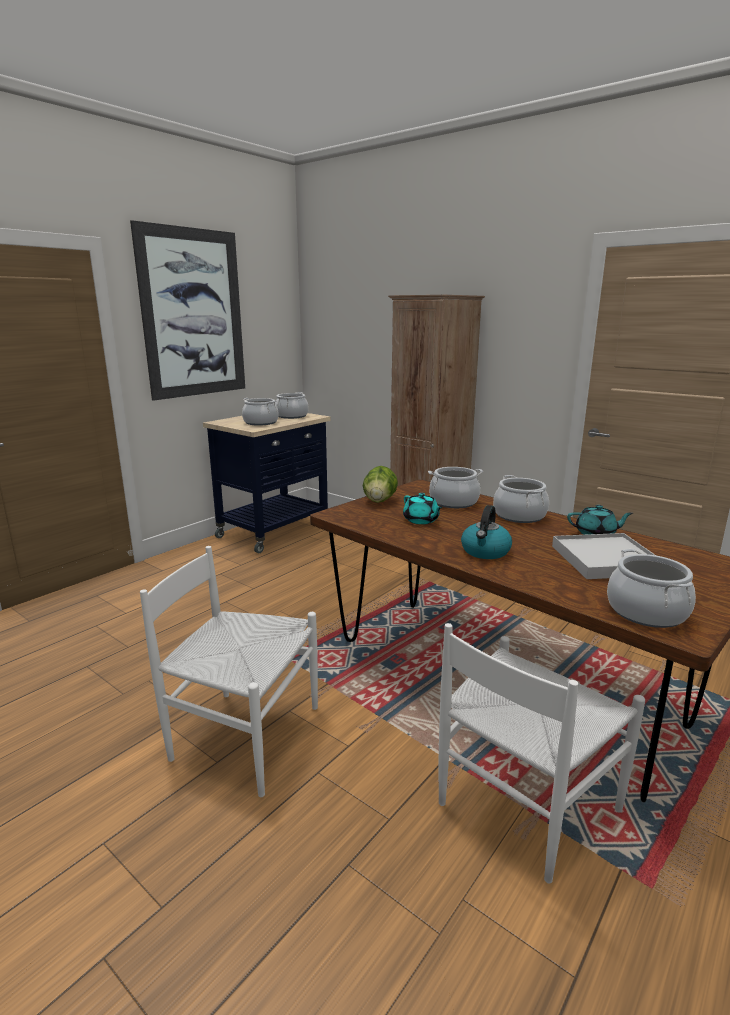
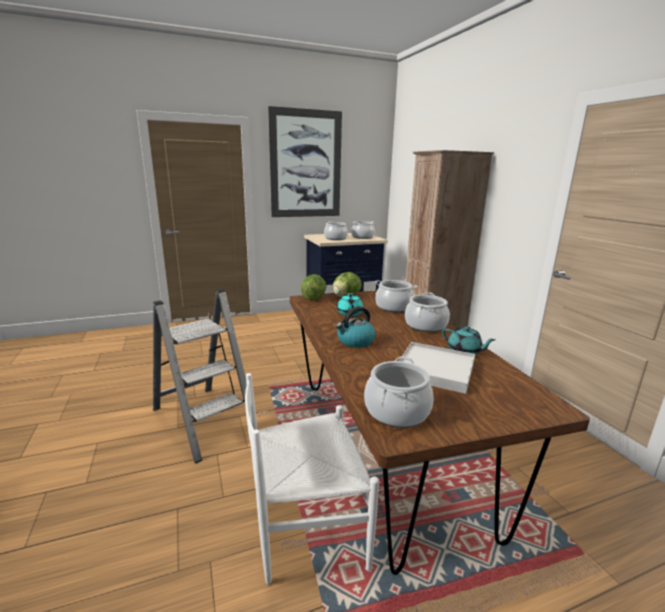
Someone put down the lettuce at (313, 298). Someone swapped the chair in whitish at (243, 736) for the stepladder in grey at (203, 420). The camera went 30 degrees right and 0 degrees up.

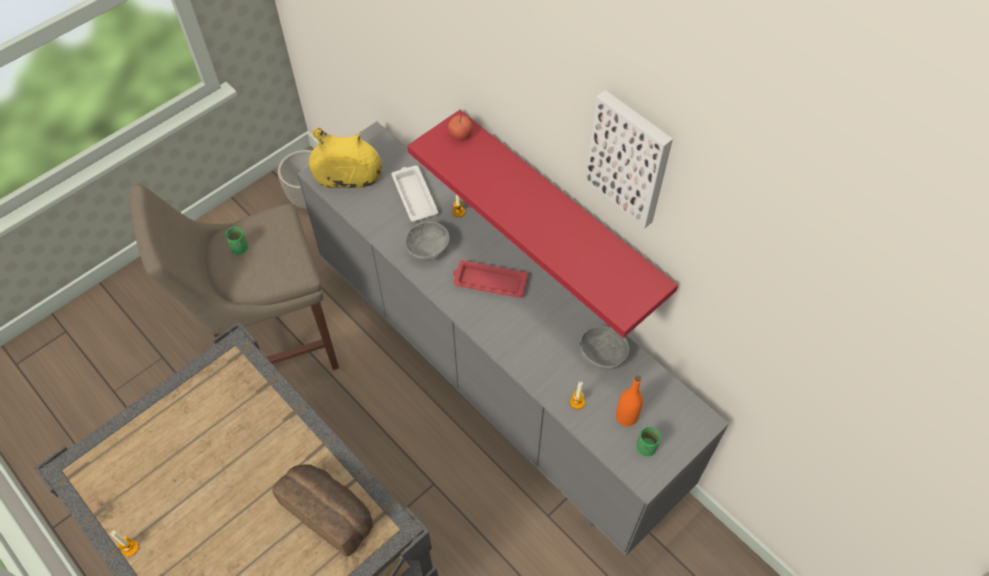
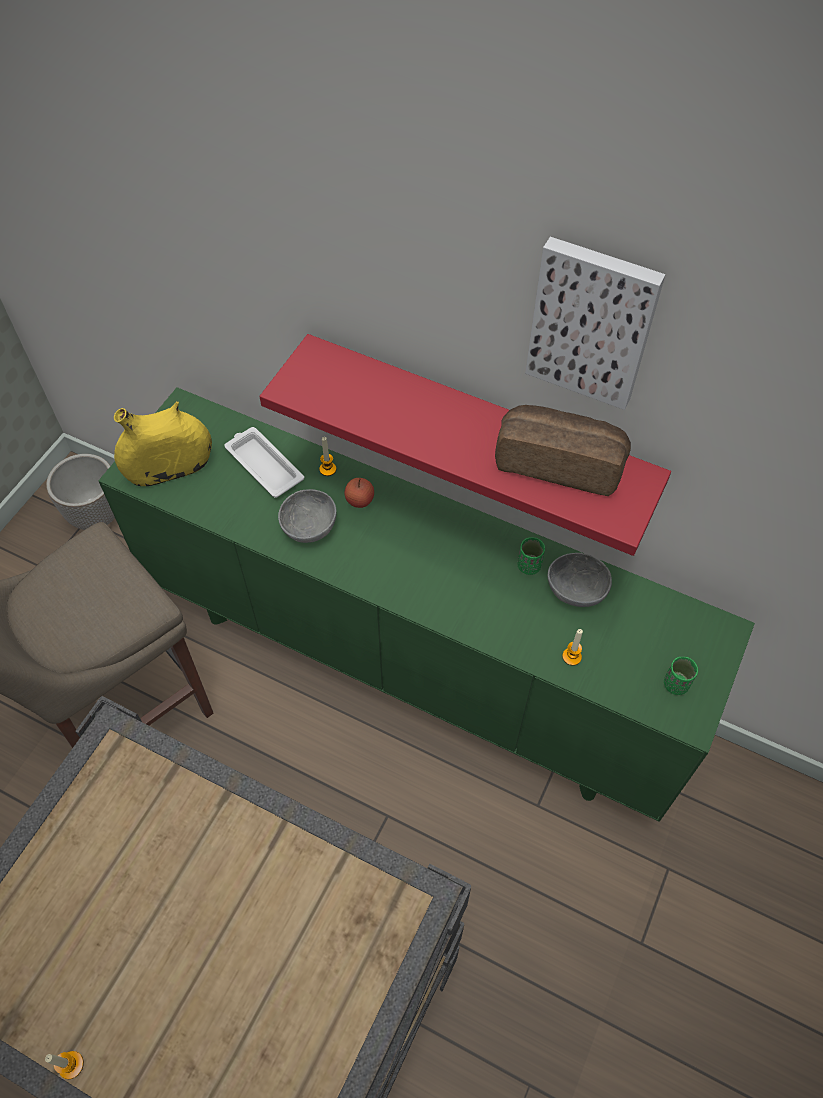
Someone took away the serving tray in red-coloured at (489, 281). Someone took away the drink bottle in orangey at (626, 417). Someone carried the cup in green-coloured from (240, 248) to (529, 566). Someone carried the bread from (330, 512) to (559, 461). Someone carried the apple from (460, 135) to (360, 500). Someone repainted the storage cabinet in grey at (496, 381), which became the storage cabinet in green-coloured at (413, 666). The camera went 20 degrees left and 0 degrees up.

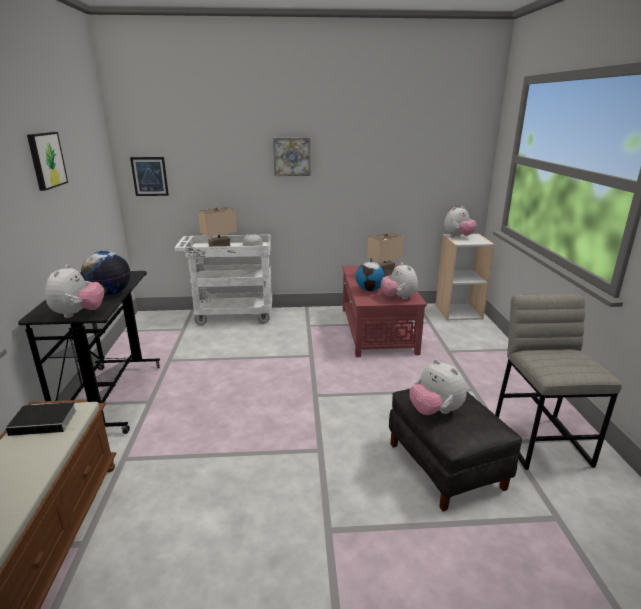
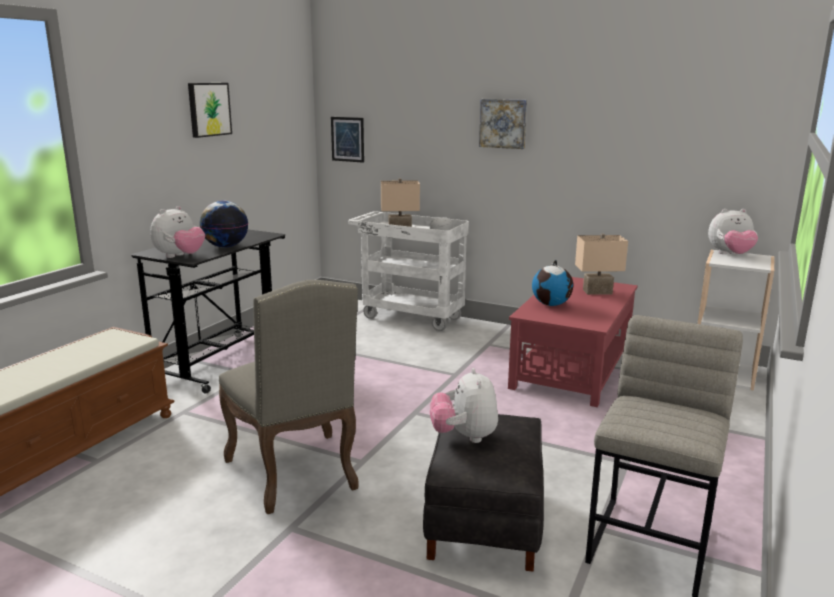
Someone took away the book at (46, 422). Someone took away the cuddly toy at (398, 298). Someone put down the chair in grey at (295, 474). The camera went 30 degrees right and 5 degrees down.

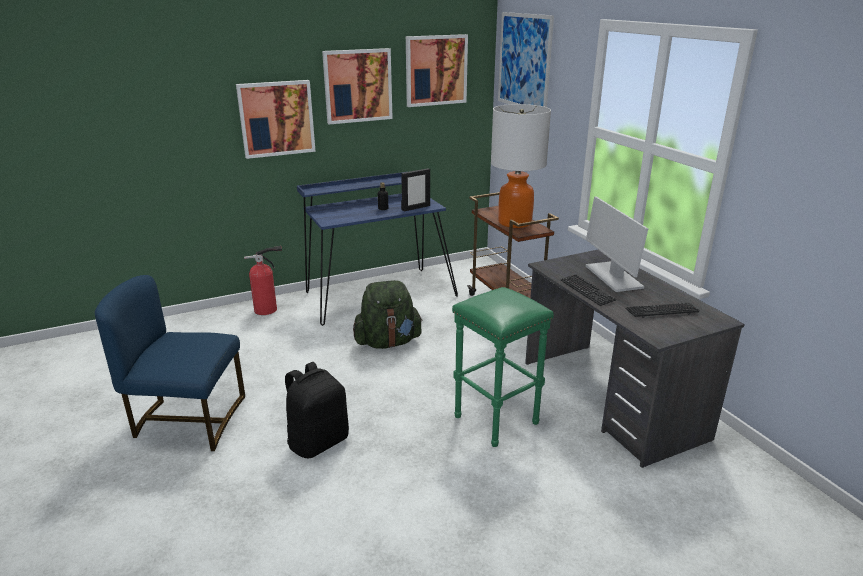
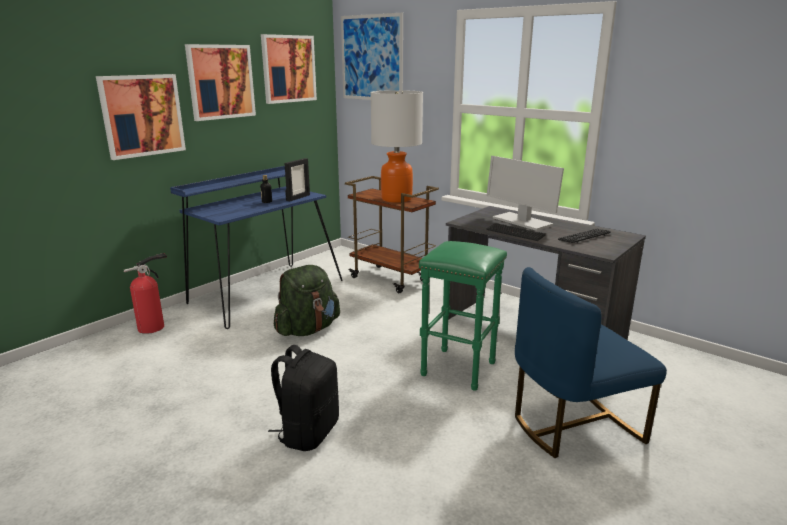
Someone carried the chair in bluish from (188, 420) to (573, 425). The camera went 25 degrees left and 5 degrees down.

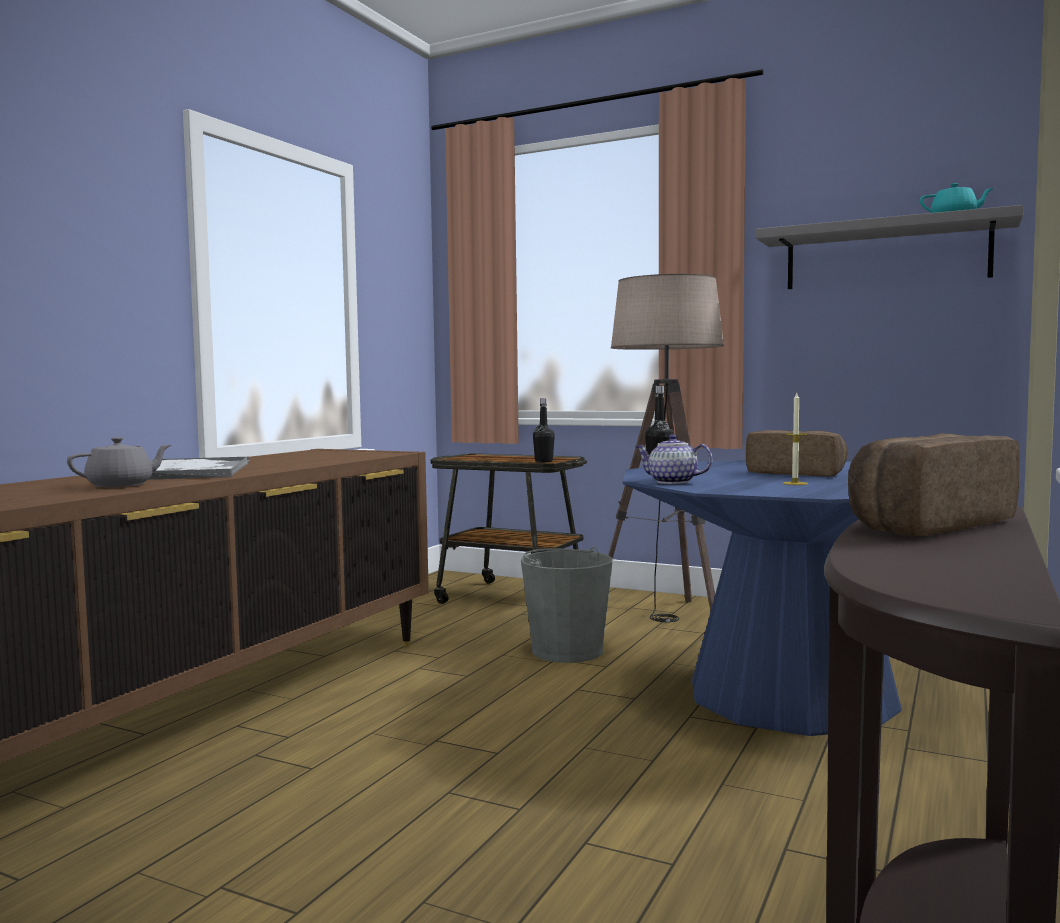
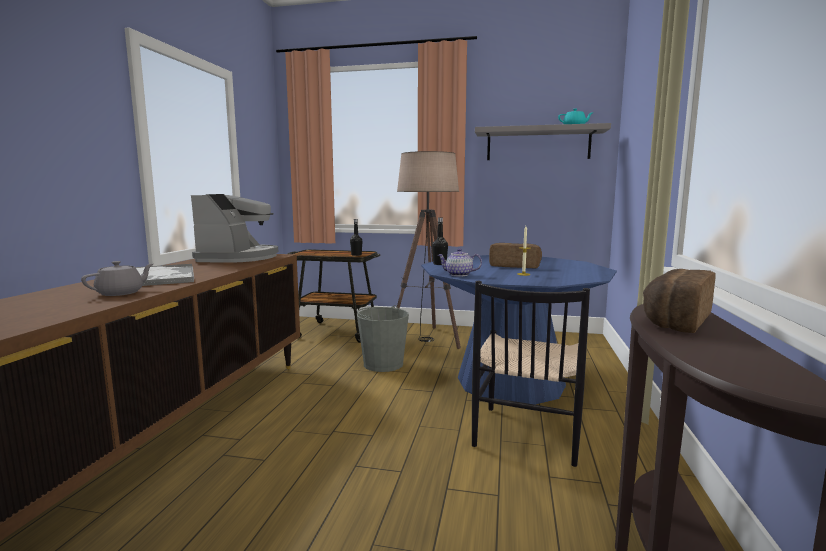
Someone put down the coffee maker at (239, 257). Someone put down the chair in black-coloured at (526, 437). The camera went 15 degrees left and 5 degrees up.

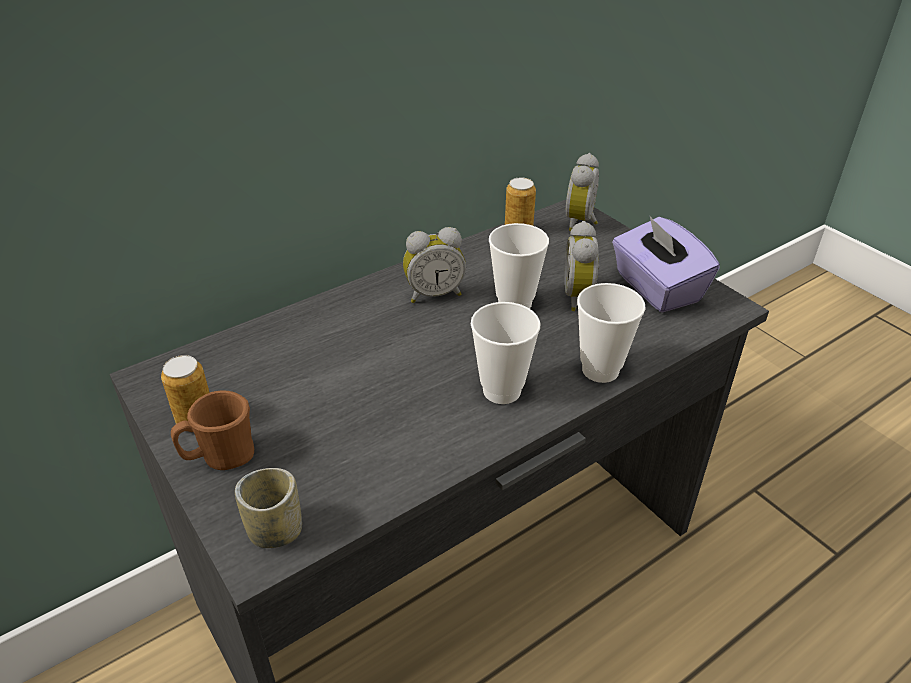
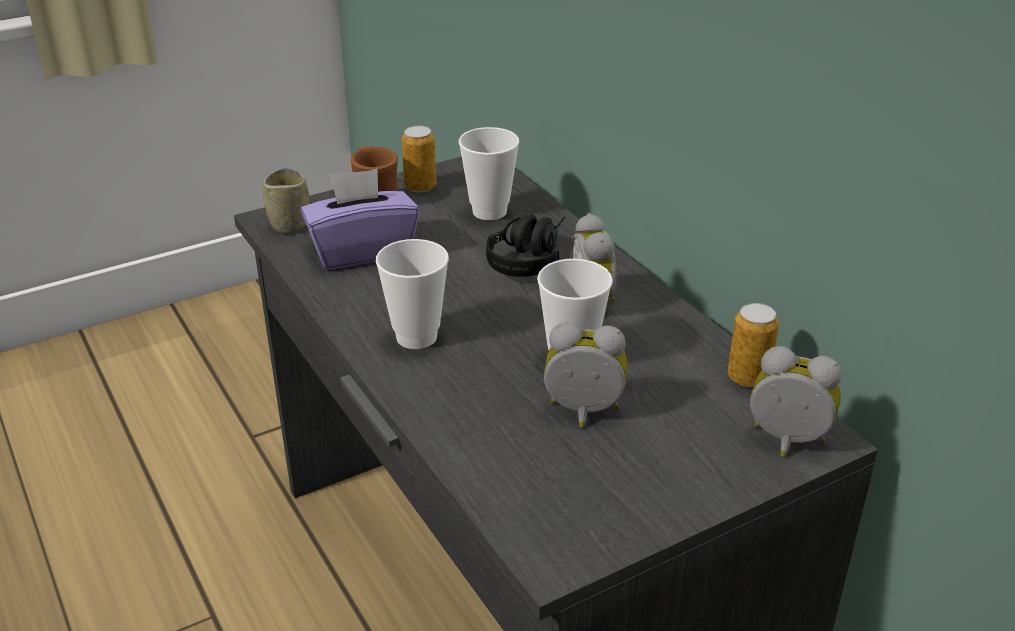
Someone put down the headphones in black-coloured at (529, 256). Someone carried the cup from (600, 370) to (489, 211). Someone carried the tissue box in purple from (656, 288) to (362, 251). The camera went 95 degrees right and 5 degrees down.

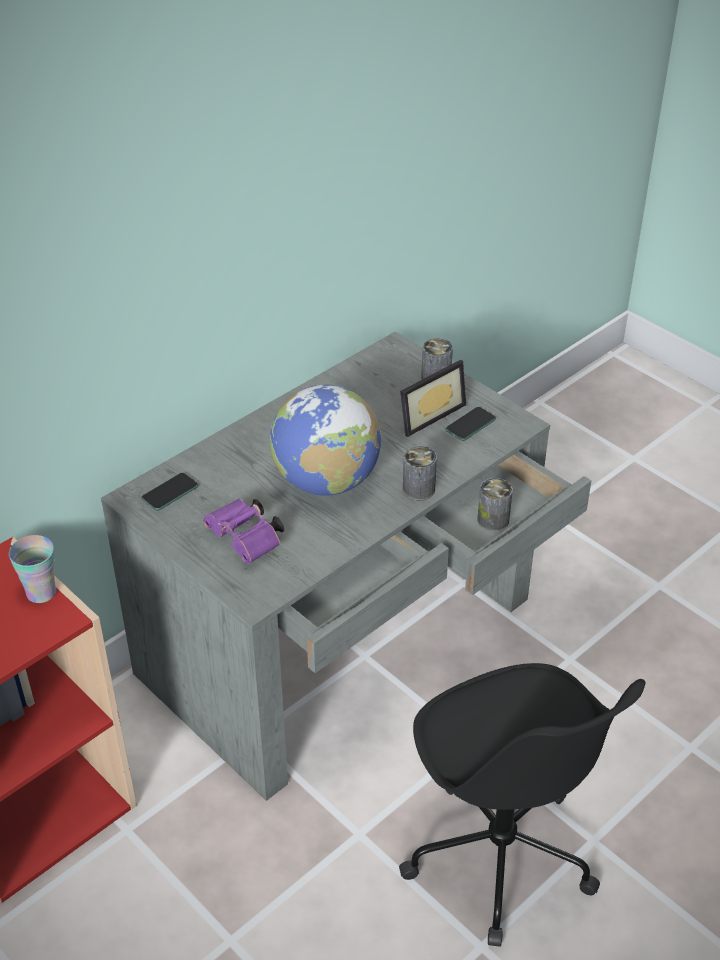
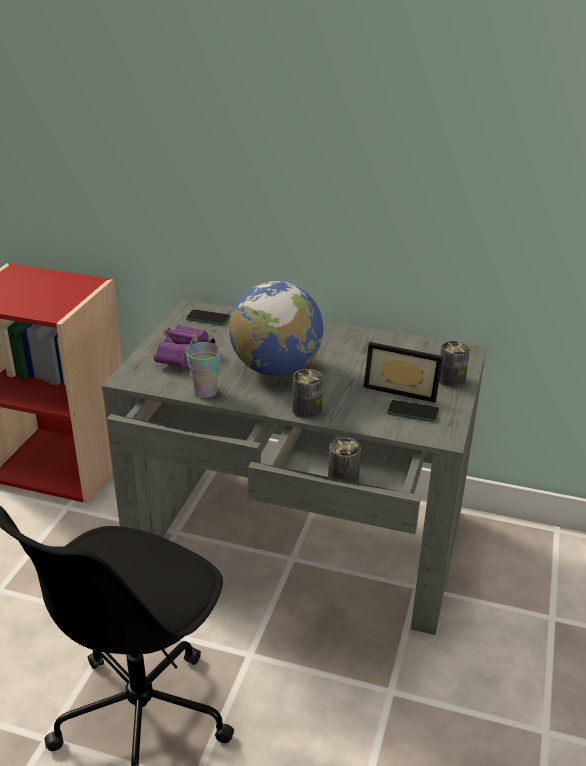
Someone carried the cup from (41, 592) to (205, 392). The camera went 60 degrees right and 10 degrees down.

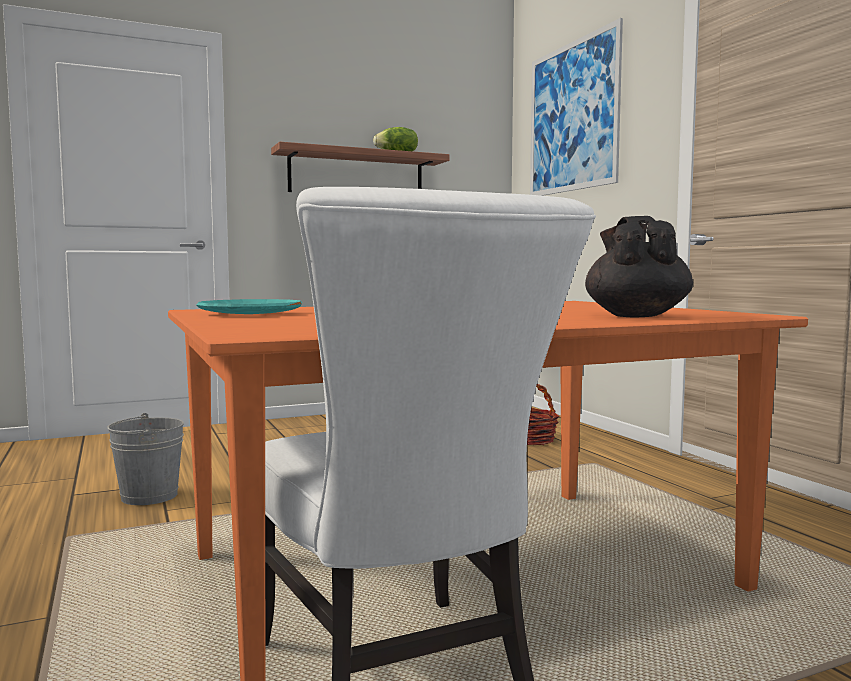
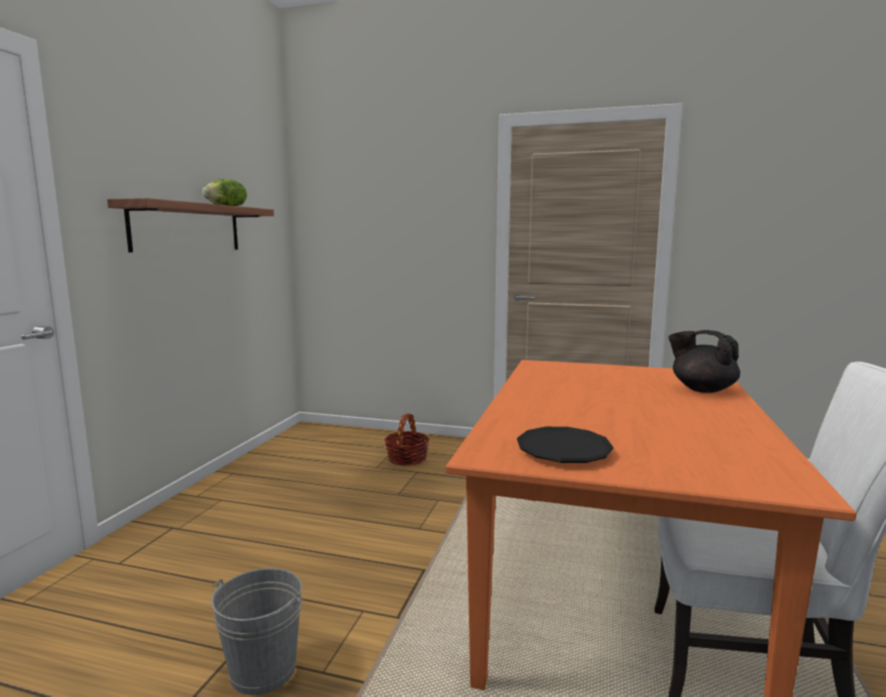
Someone took away the wall picture at (572, 117). Someone repainted the flat dish in turquoise at (251, 313), which became the flat dish in black-coloured at (563, 451). The camera went 50 degrees left and 5 degrees up.

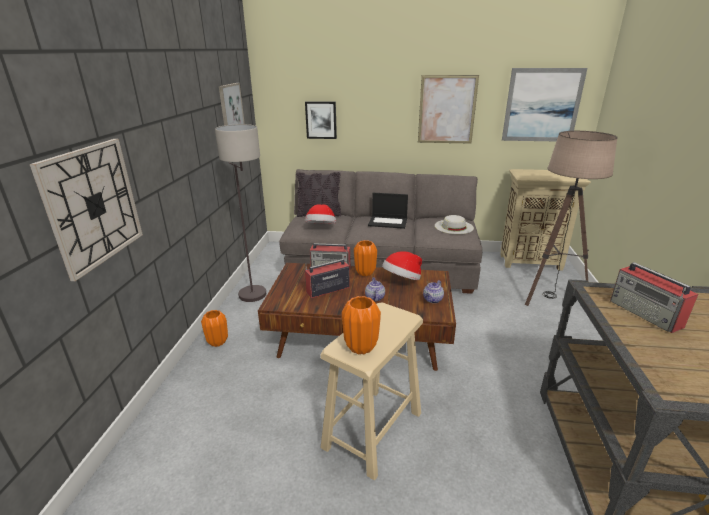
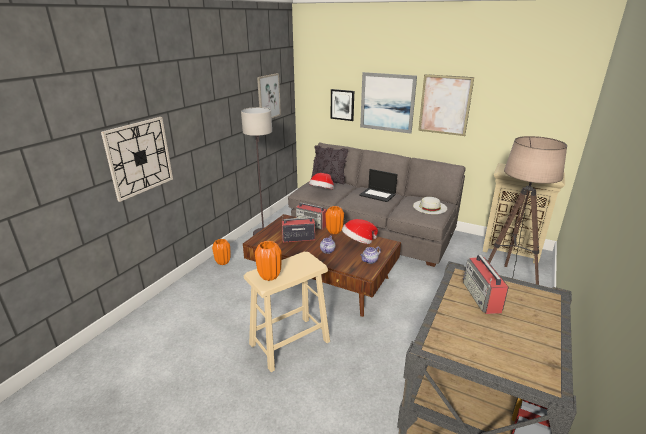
Someone carried the wall picture from (542, 105) to (387, 102). The camera went 20 degrees right and 0 degrees up.

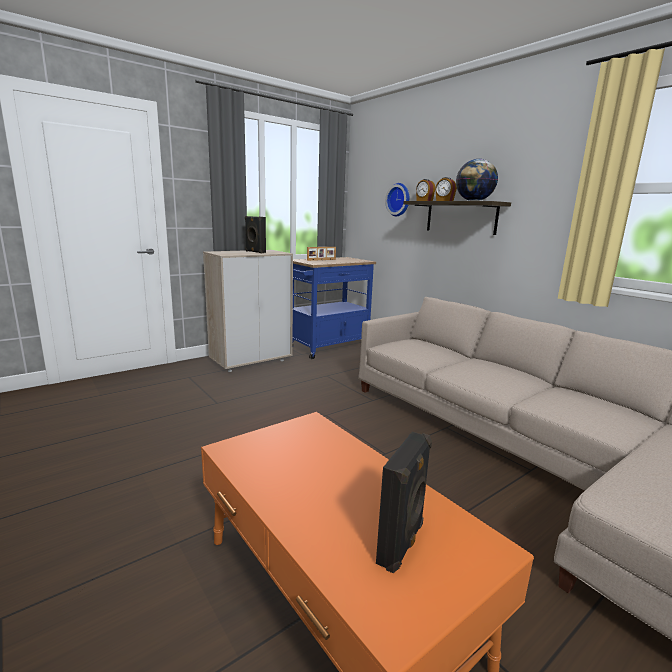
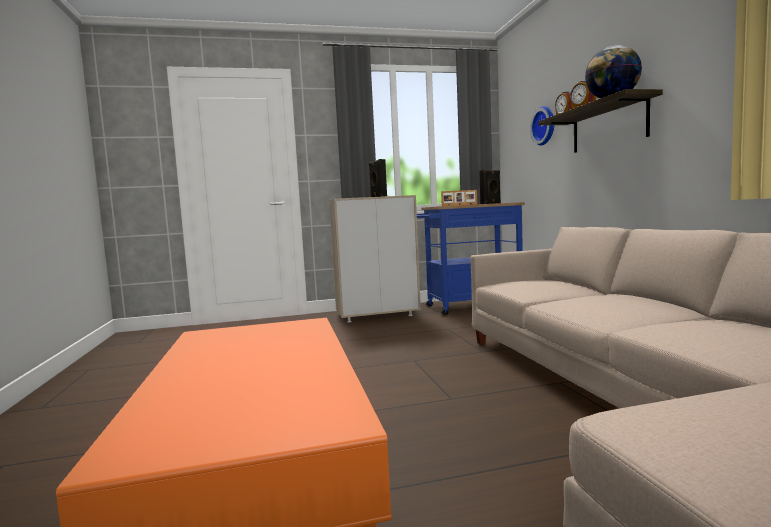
Someone carried the loudspeaker in black-coloured from (402, 544) to (491, 203). The camera went 25 degrees right and 10 degrees down.

